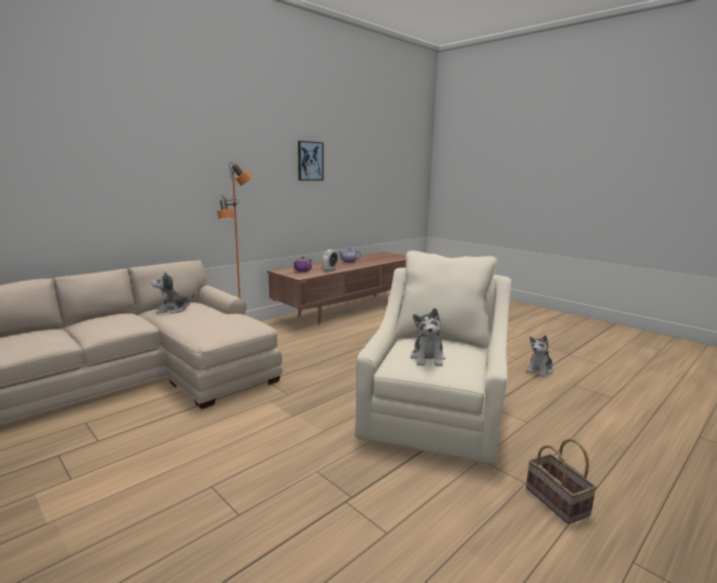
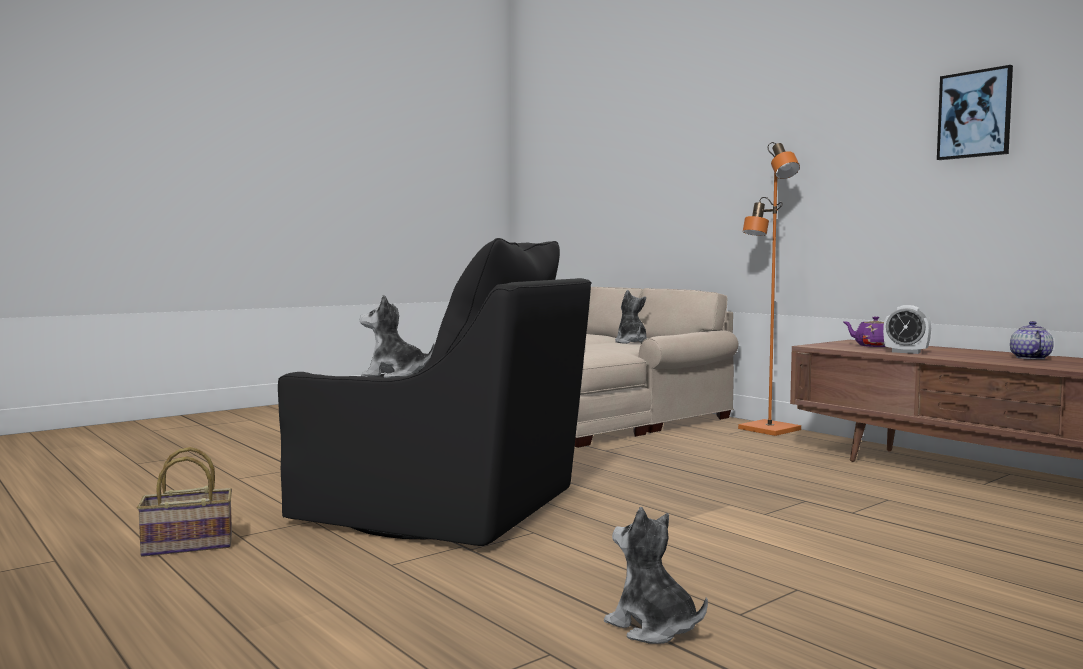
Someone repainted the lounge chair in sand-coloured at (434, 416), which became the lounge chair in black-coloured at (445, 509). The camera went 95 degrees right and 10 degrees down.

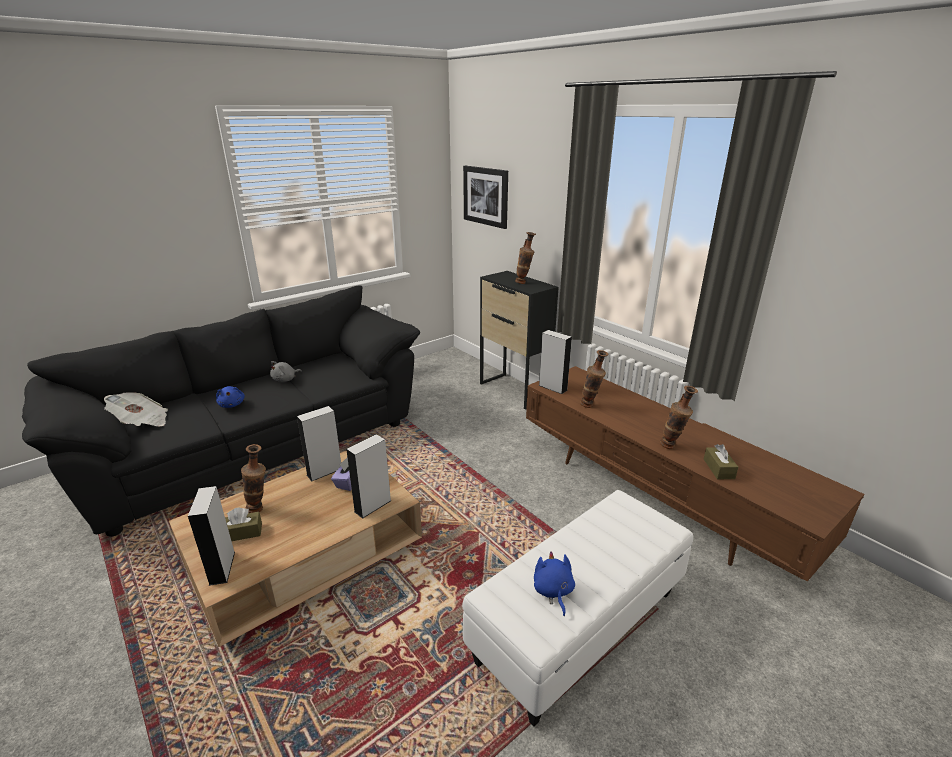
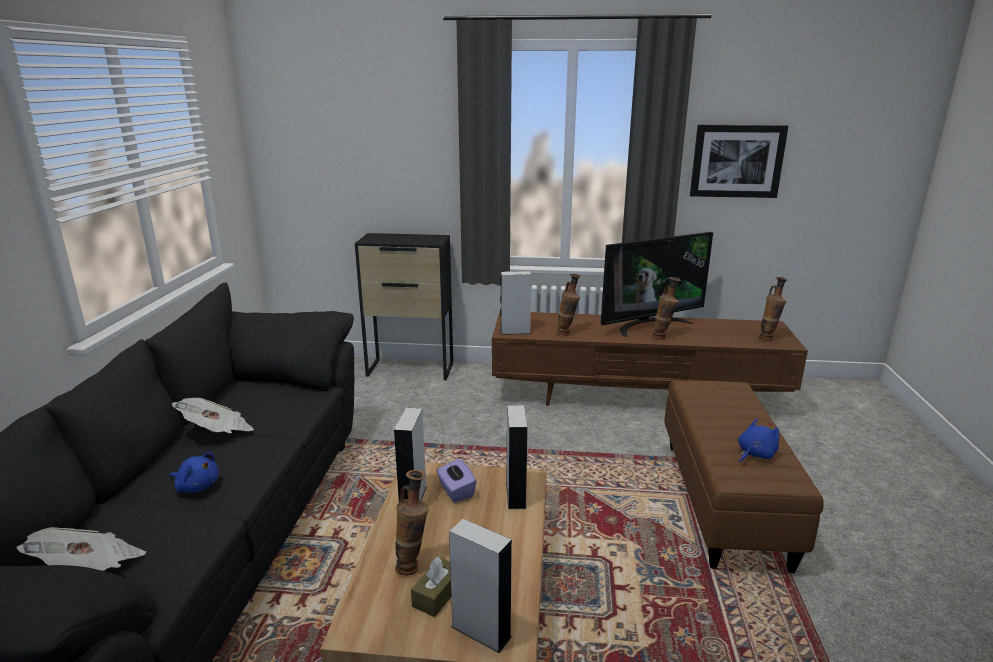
Someone took away the tissue box in brownish at (718, 469). Someone put down the TV set at (649, 325). Someone carried the wall picture from (486, 196) to (737, 161). Someone carried the vase from (524, 283) to (768, 338). Someone swapped the cuddly toy in grey at (285, 379) for the daily paper at (218, 432). Someone repainted the ottoman in whitish at (579, 628), which became the ottoman in brownish at (724, 502). Someone rotated the cuddly toy in bluish at (553, 591) by 105 degrees clockwise. The camera went 45 degrees left and 5 degrees down.

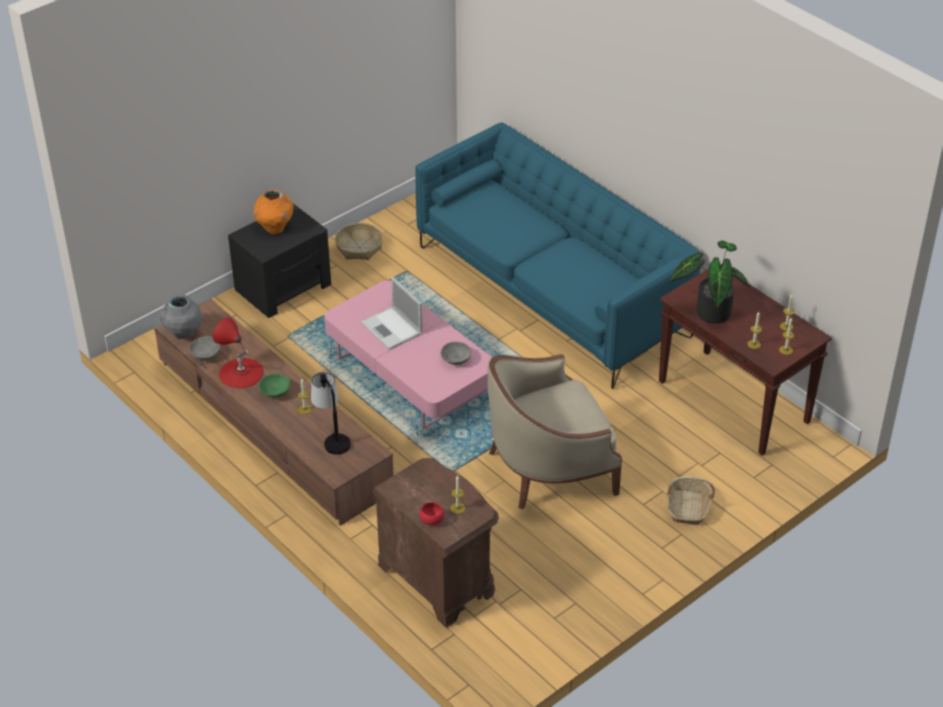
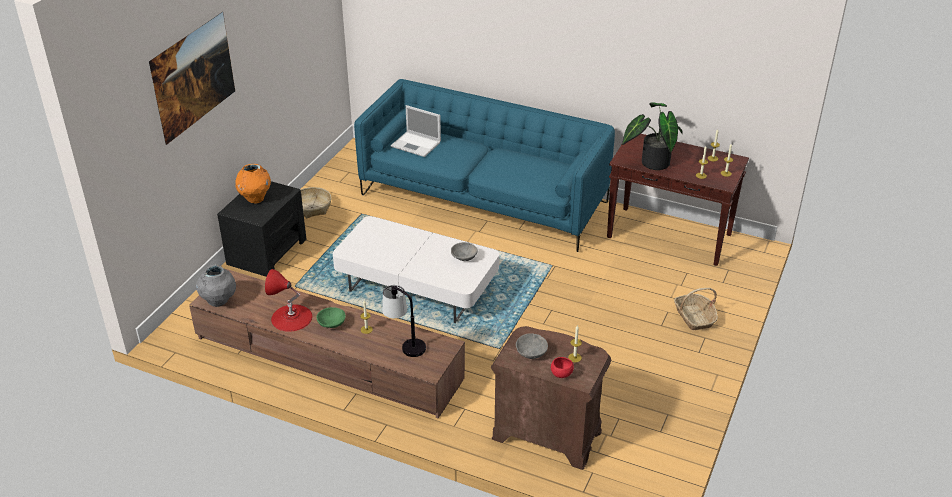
Someone took away the lounge chair in sand-coloured at (549, 467). Someone put up the wall picture at (198, 97). Someone carried the serving bowl in grey from (206, 354) to (531, 352). Someone carried the notebook computer from (392, 329) to (416, 144). Someone repainted the lounge table in pinkish at (411, 376), which became the lounge table in whitish at (417, 287). The camera went 25 degrees left and 5 degrees down.

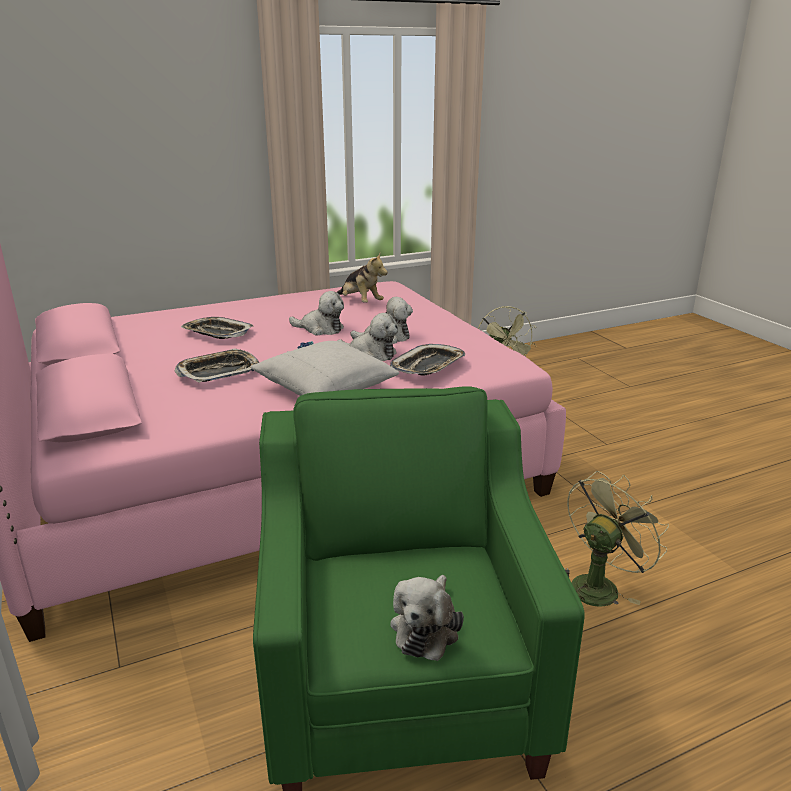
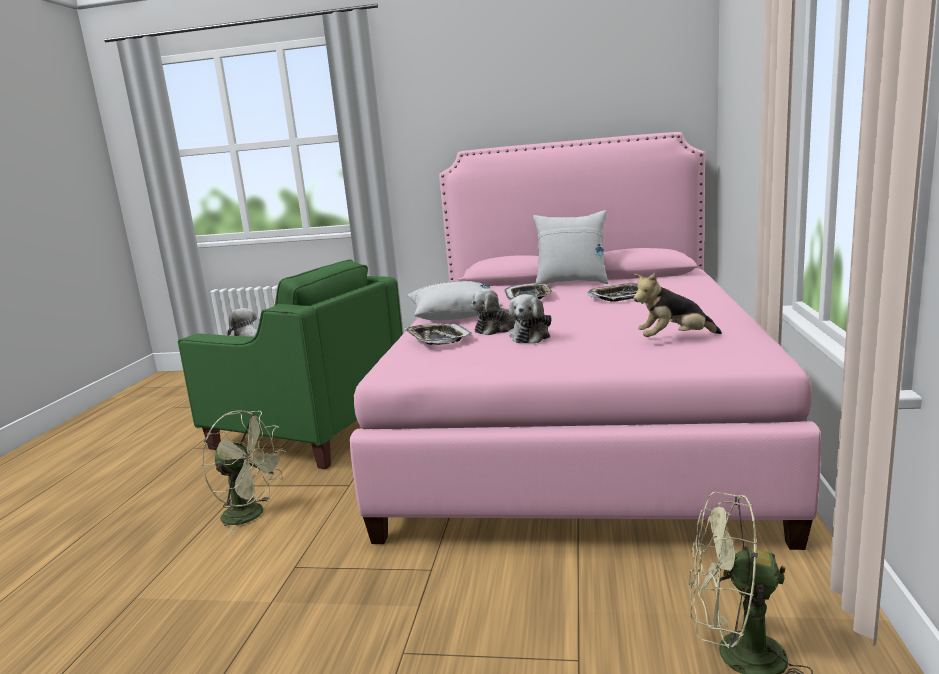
Someone took away the cuddly toy at (320, 329). Someone put down the cushion in grey at (571, 283). Someone rotated the electric fan in green-coloured at (598, 585) by 60 degrees counterclockwise. The camera went 125 degrees right and 10 degrees down.

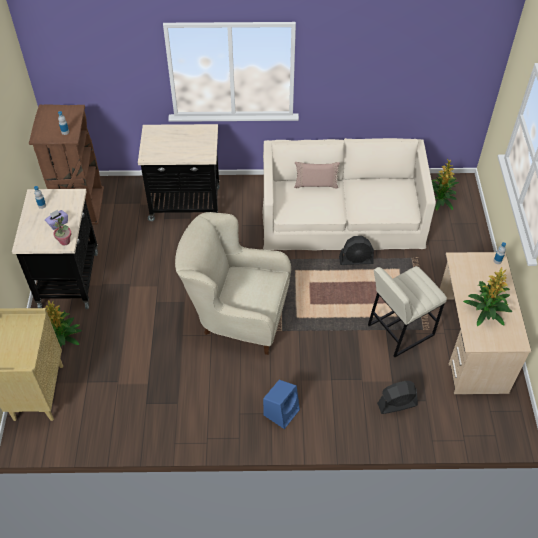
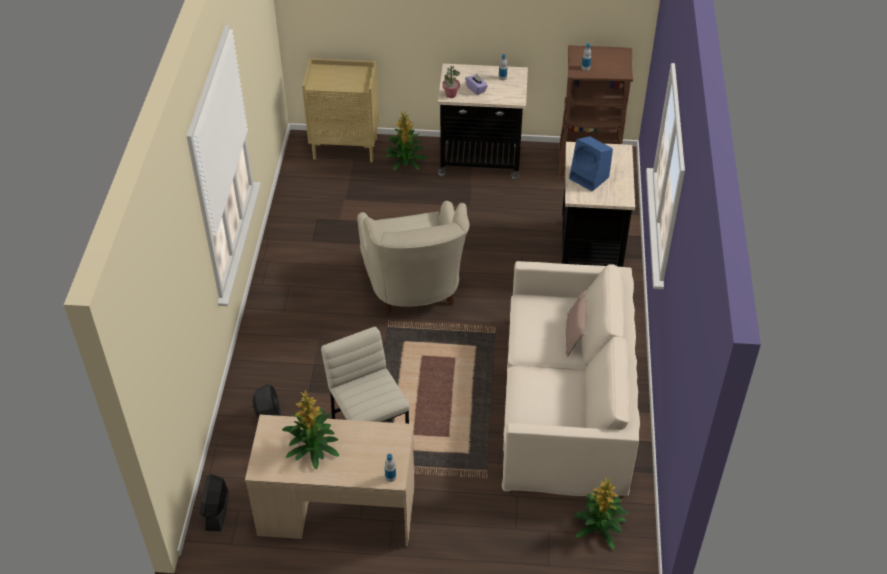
Someone carried the loudspeaker in bluish from (281, 411) to (590, 178). Someone carried the electric fan in black-coloured from (356, 260) to (216, 511). Someone rotated the lounge chair in sand-coloured at (236, 315) by 150 degrees clockwise. The camera went 95 degrees right and 5 degrees down.

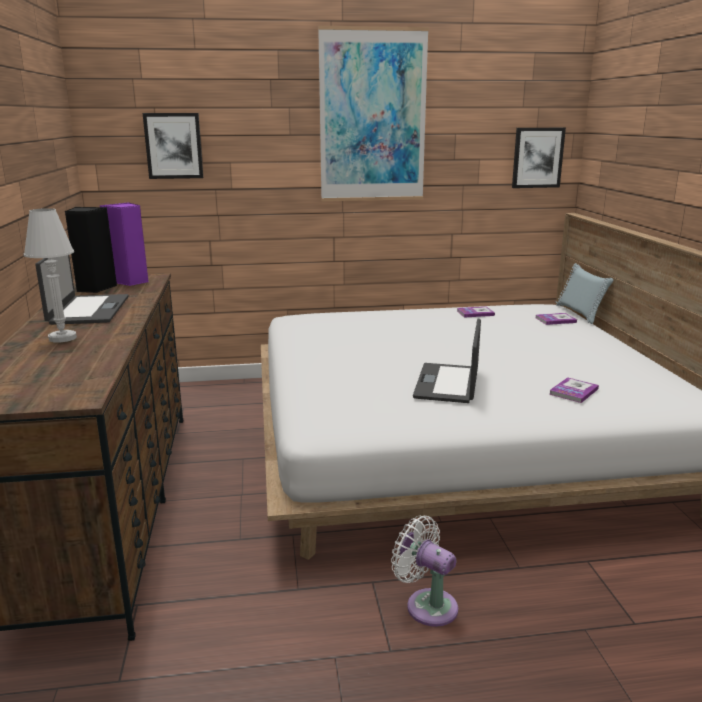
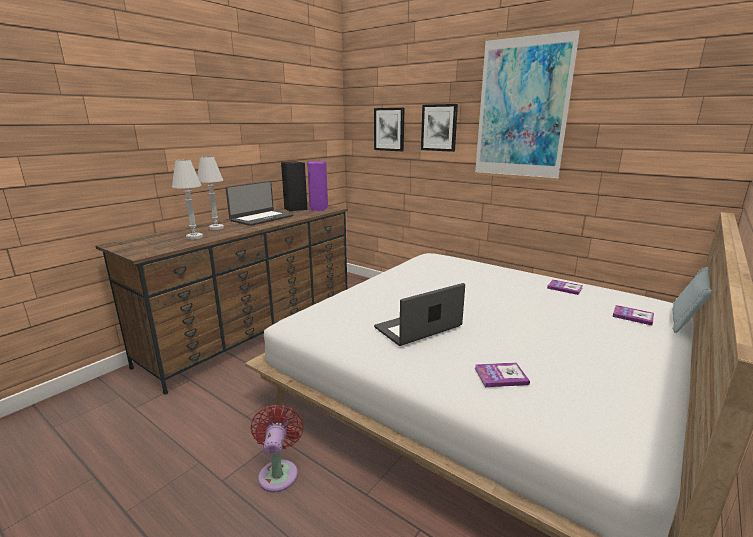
Someone put down the table lamp in whitish at (194, 237). Someone carried the wall picture from (537, 157) to (439, 127). Someone repainted the electric fan in whitish at (427, 605), which became the electric fan in red-coloured at (279, 472). The camera went 45 degrees right and 0 degrees up.

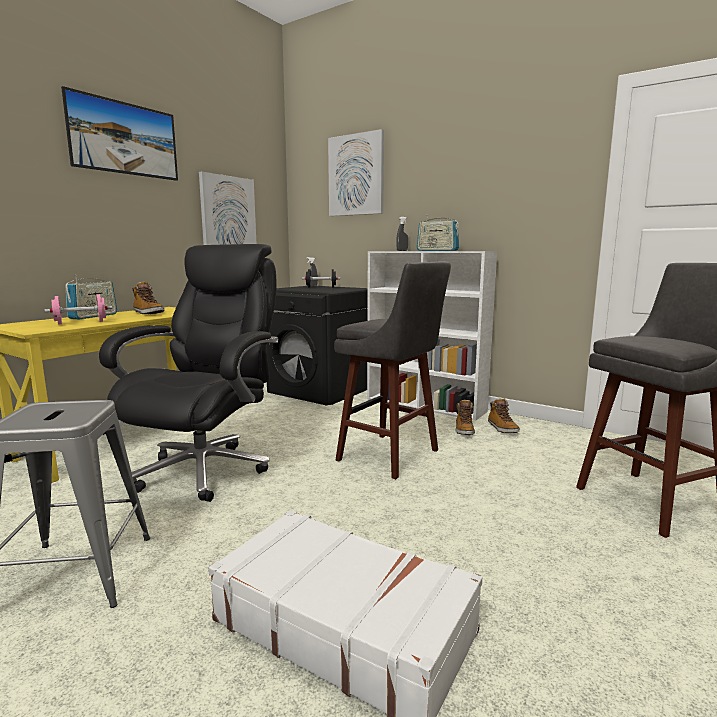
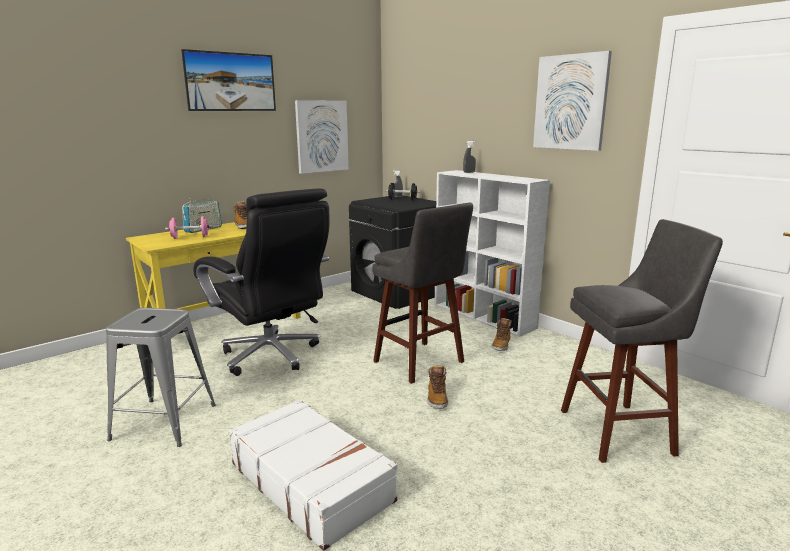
Someone took away the radio receiver at (437, 250). Someone carried the wall picture from (356, 175) to (571, 102). Someone carried the boot from (502, 428) to (437, 399). Someone rotated the desk chair in black-coloured at (207, 469) by 105 degrees clockwise. The camera went 15 degrees right and 5 degrees up.

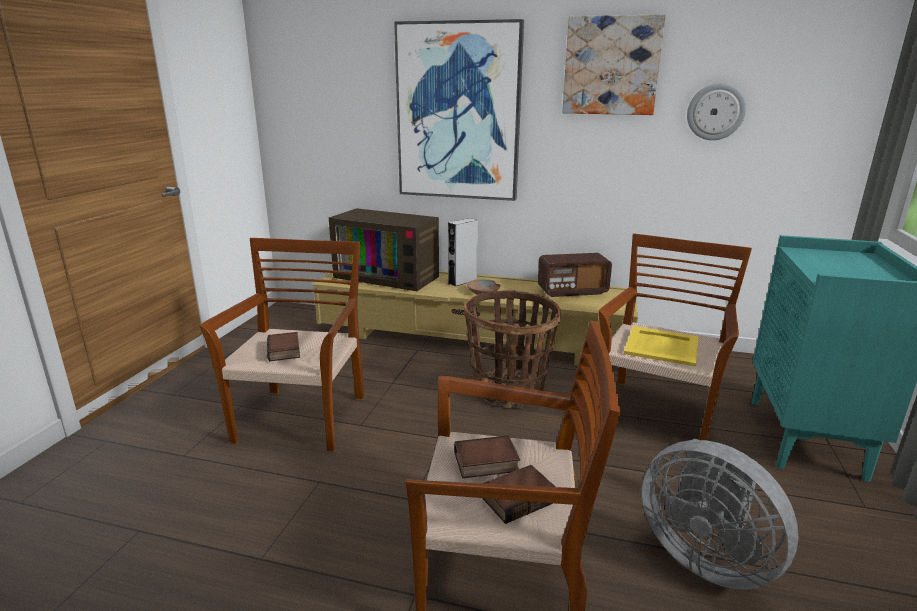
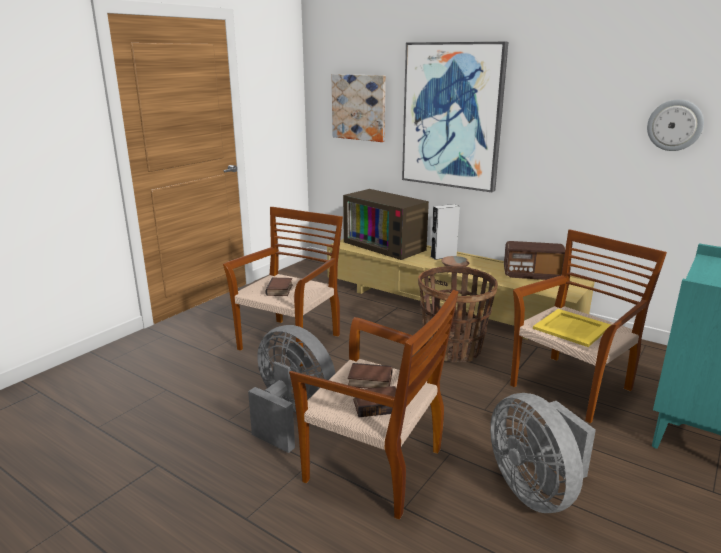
Someone put down the electric fan in grey at (291, 416). Someone carried the wall picture from (611, 66) to (359, 107). The camera went 20 degrees right and 0 degrees up.

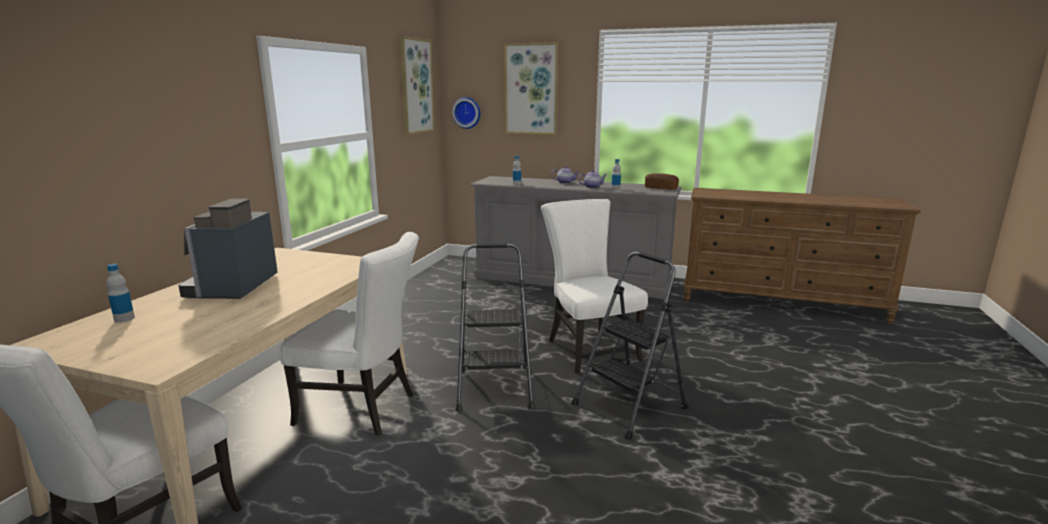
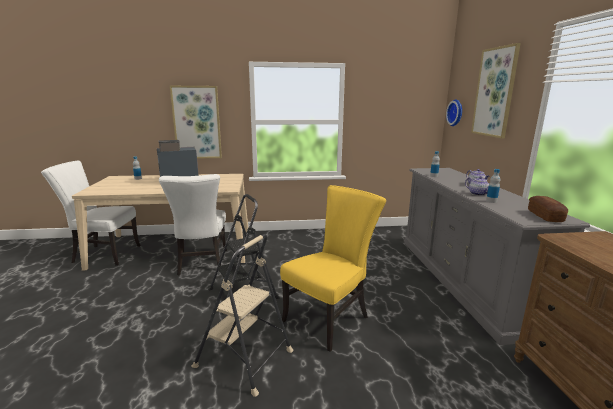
Someone carried the wall picture from (416, 86) to (197, 123). Someone repainted the chair in whitish at (588, 348), which became the chair in yellowish at (330, 317). Someone repainted the stepladder in black-coloured at (632, 404), which became the stepladder in sand-coloured at (246, 359). The camera went 65 degrees right and 0 degrees up.

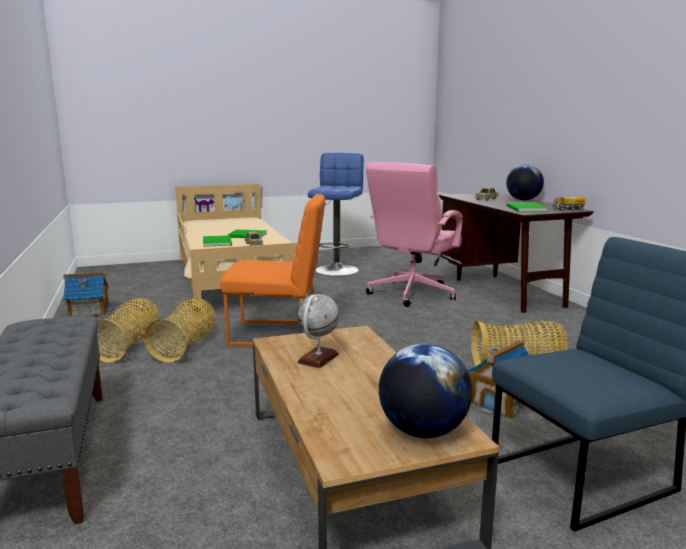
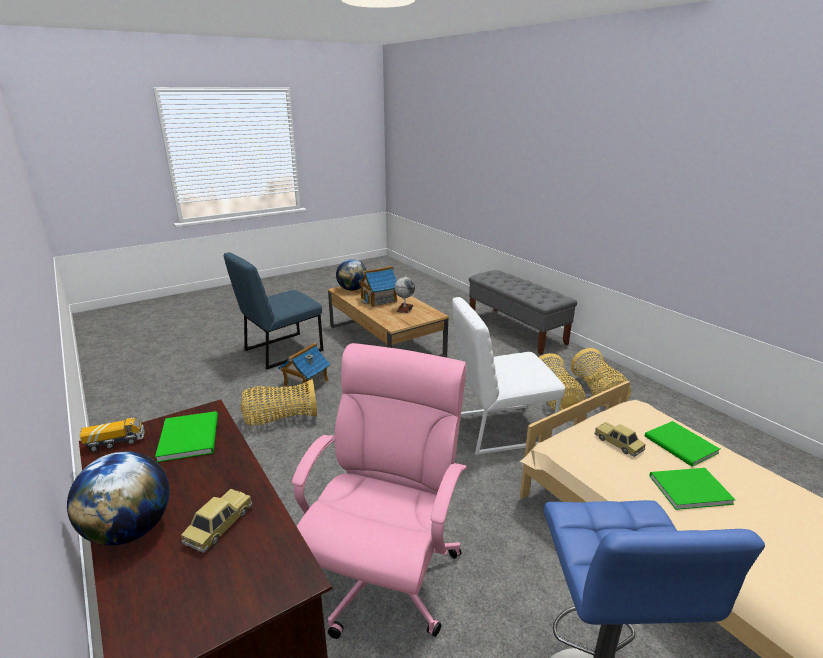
Someone carried the miniature house from (89, 311) to (379, 299). Someone repainted the chair in orangey at (278, 334), which became the chair in whitish at (499, 428). The camera went 165 degrees right and 10 degrees up.

